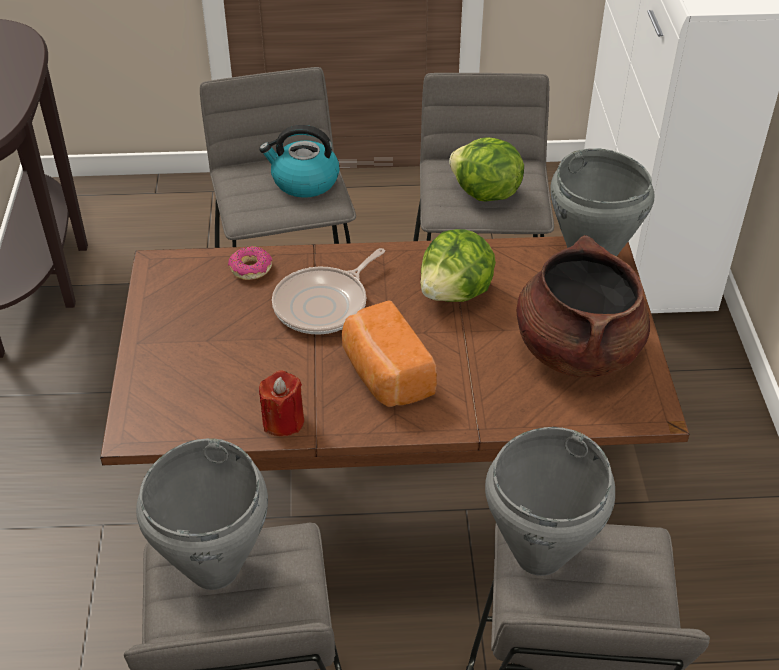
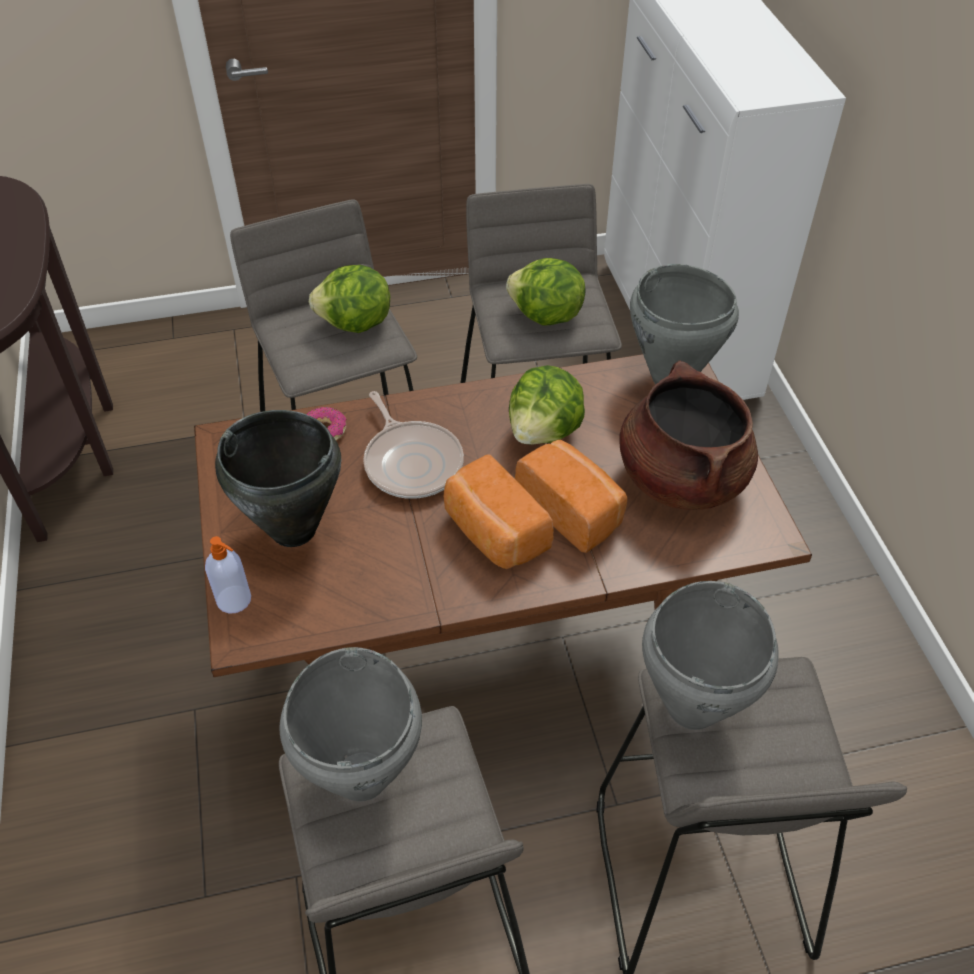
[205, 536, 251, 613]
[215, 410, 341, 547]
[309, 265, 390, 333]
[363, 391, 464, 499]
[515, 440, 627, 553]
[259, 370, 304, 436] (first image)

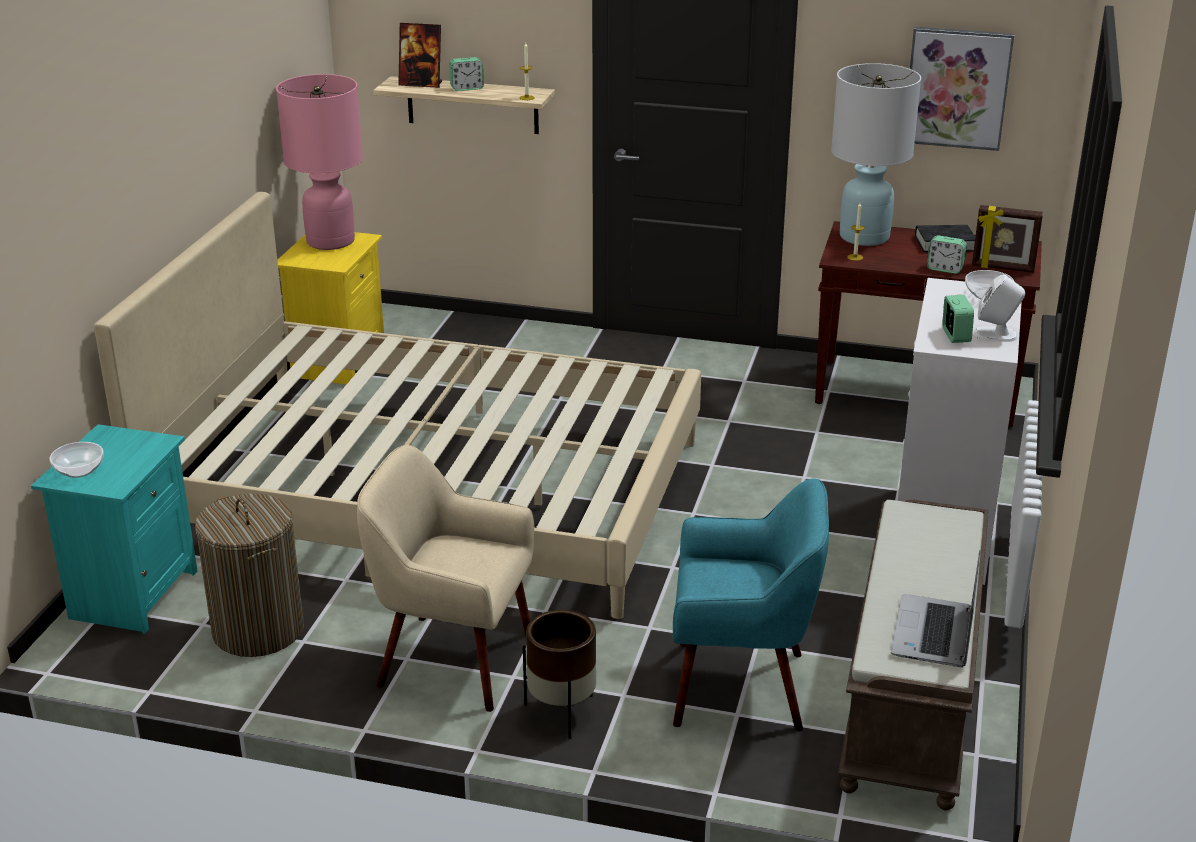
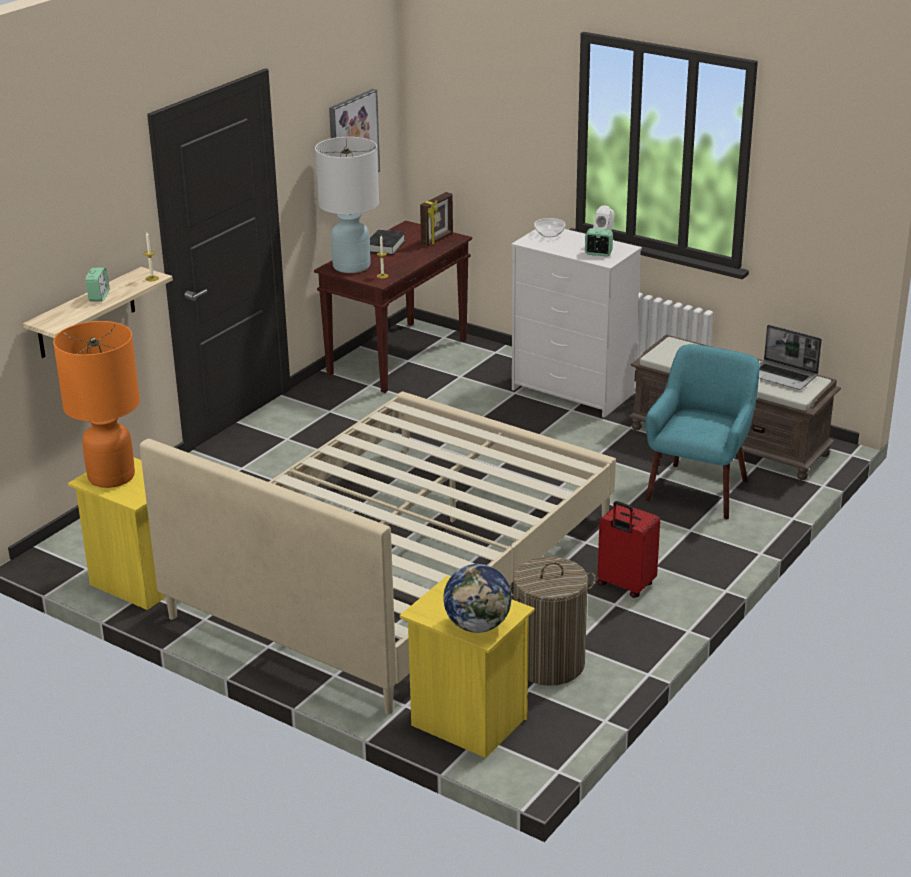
[53, 321, 140, 488]
[400, 575, 535, 758]
[444, 564, 512, 633]
[597, 501, 660, 598]
[398, 23, 442, 88] (first image)
[523, 610, 596, 739] (first image)
[927, 235, 967, 274] (first image)

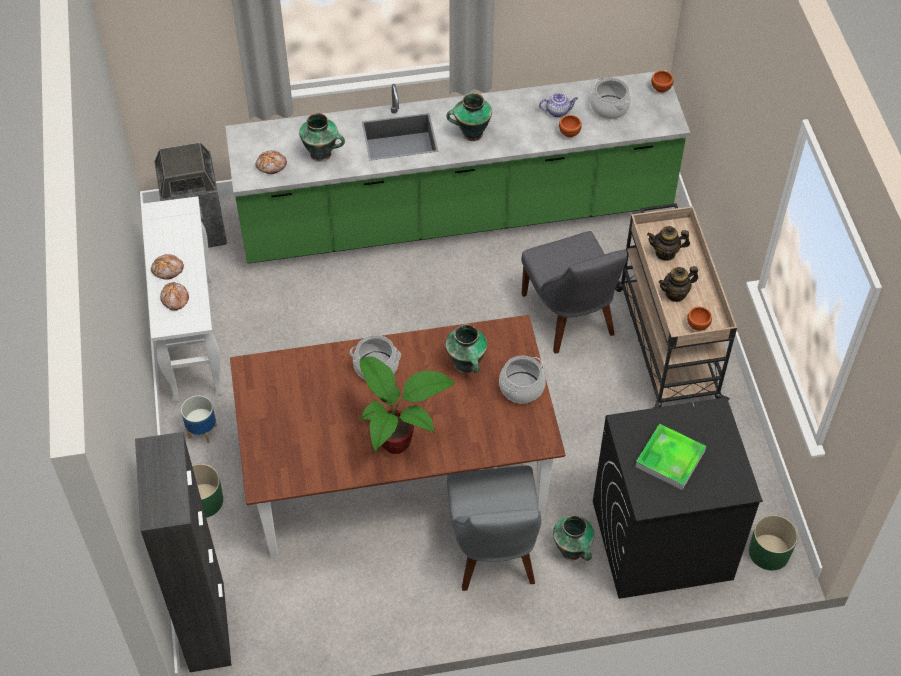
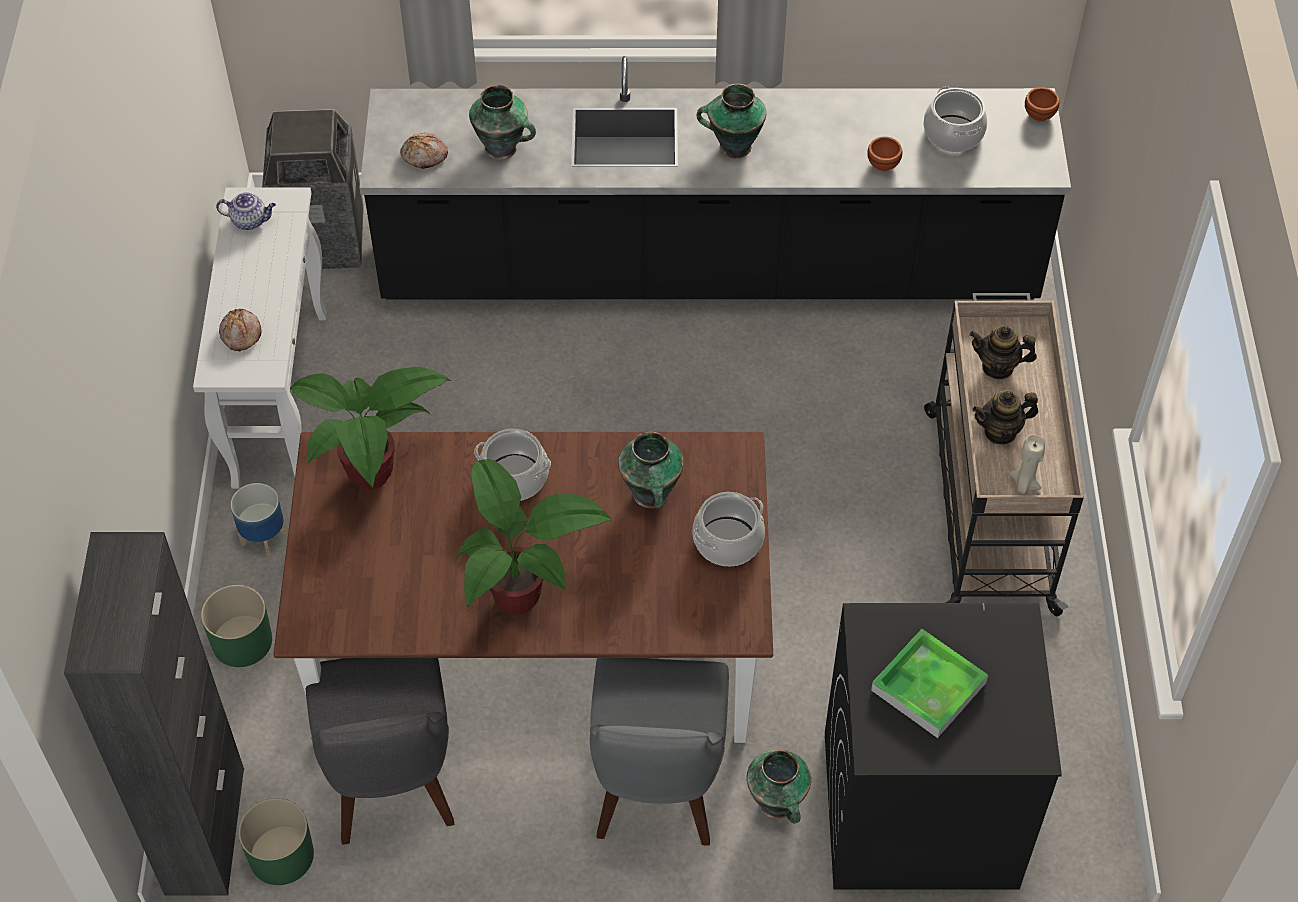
[216, 192, 276, 230]
[238, 798, 314, 885]
[290, 367, 451, 490]
[305, 658, 454, 845]
[360, 56, 1071, 299]
[1010, 434, 1045, 494]
[151, 254, 184, 280] (first image)

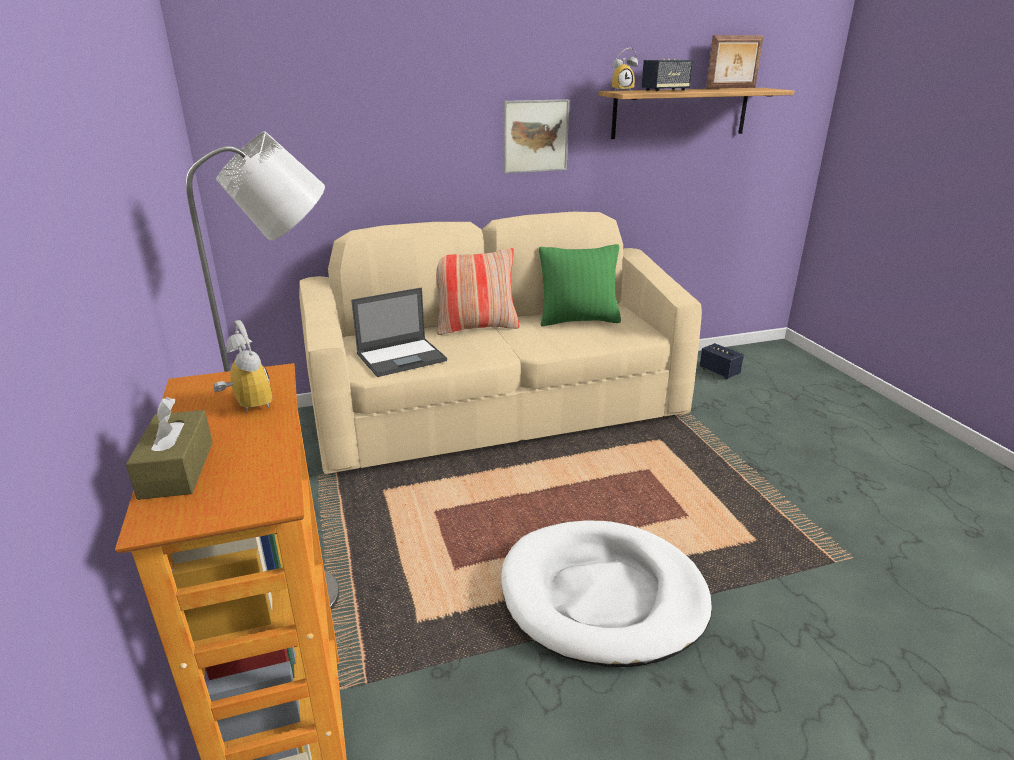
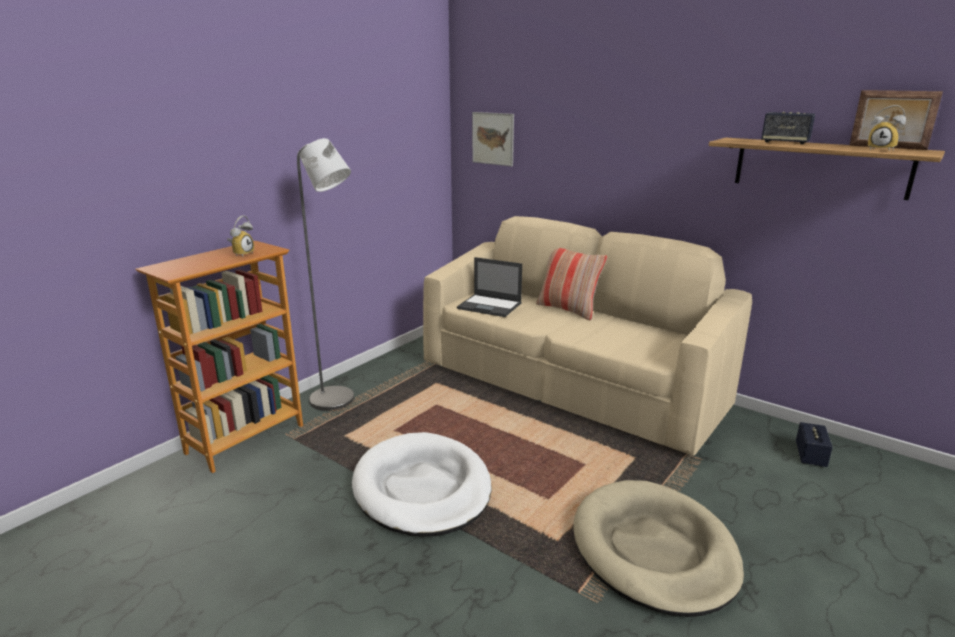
[472, 112, 514, 166]
[573, 480, 744, 617]
[868, 105, 906, 150]
[126, 397, 213, 500] (first image)
[539, 244, 621, 326] (first image)

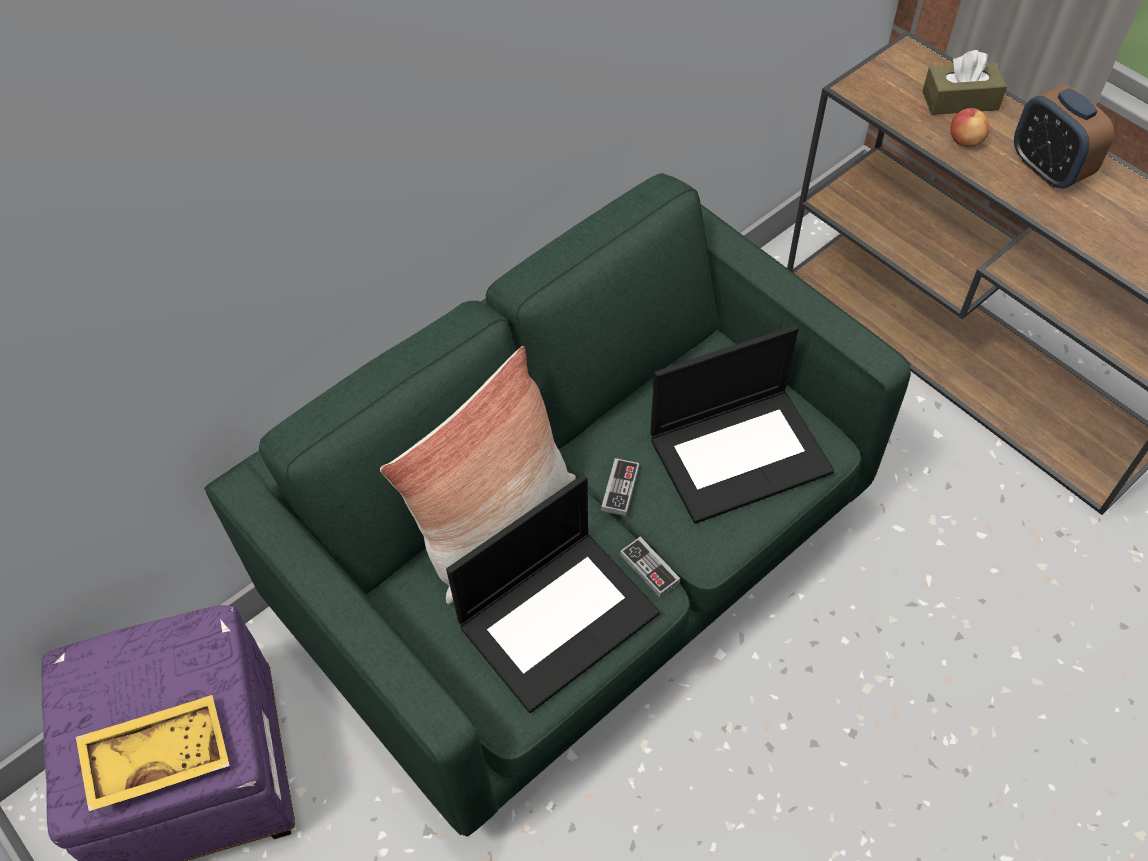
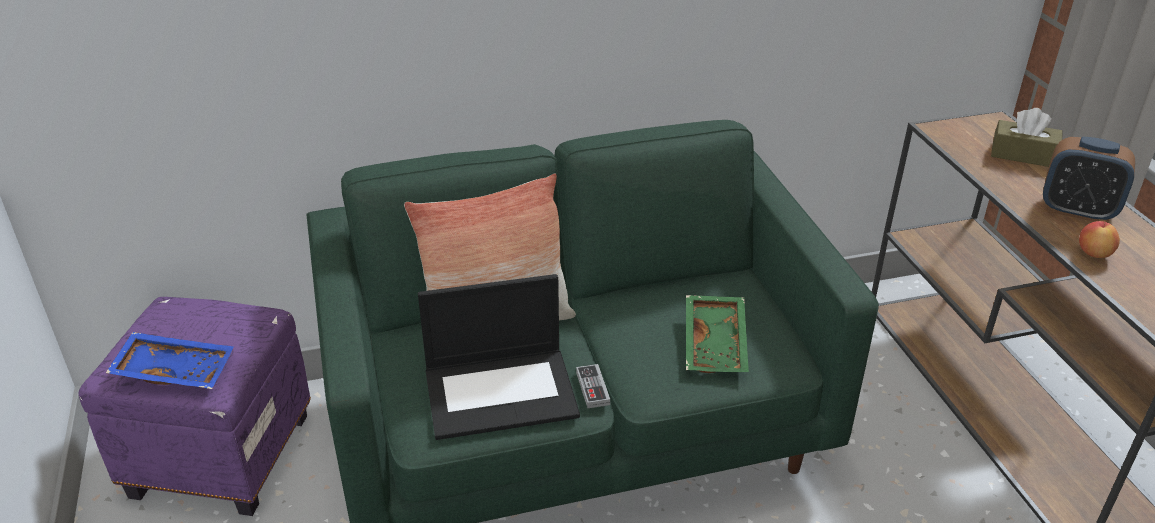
[106, 332, 234, 389]
[686, 295, 749, 373]
[1043, 137, 1135, 222]
[1079, 221, 1120, 258]
[601, 458, 639, 516] (first image)

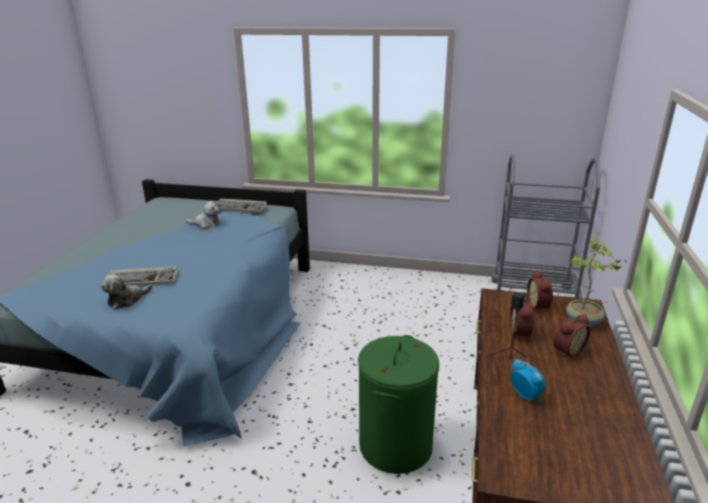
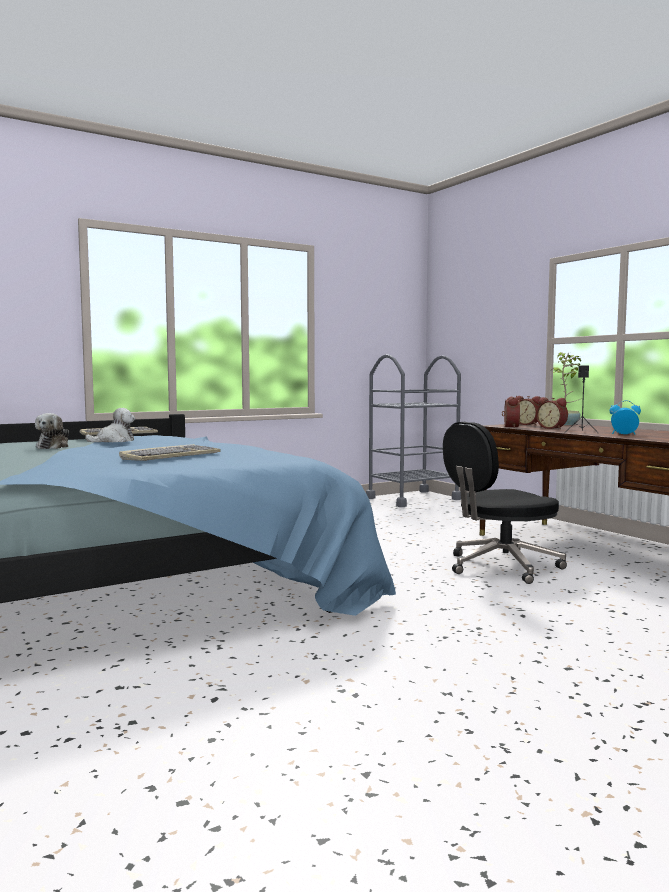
[35, 413, 69, 449]
[443, 422, 567, 584]
[502, 397, 520, 428]

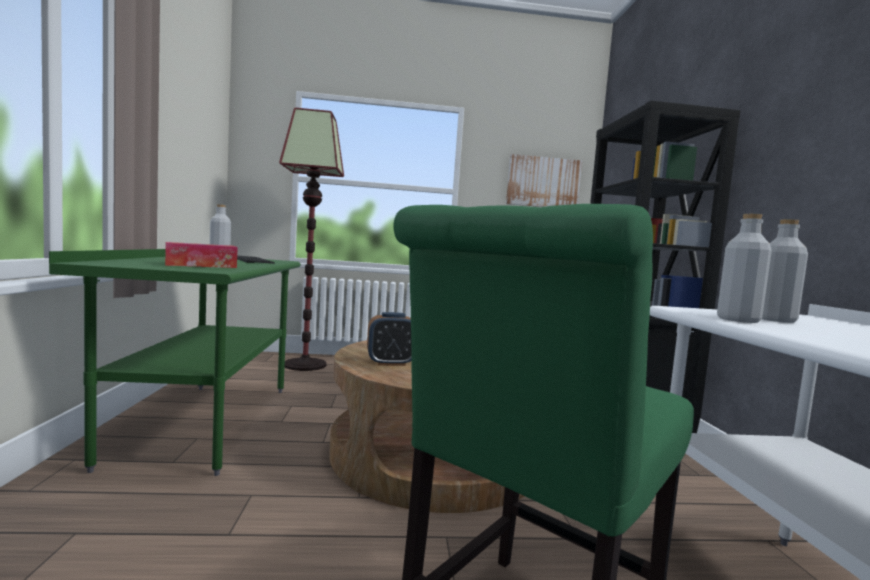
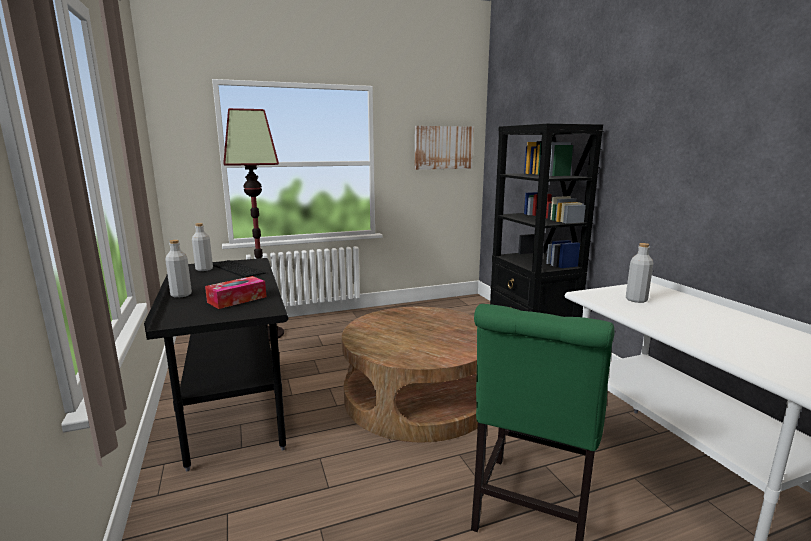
[144, 258, 288, 471]
[165, 240, 192, 298]
[367, 312, 411, 366] (first image)

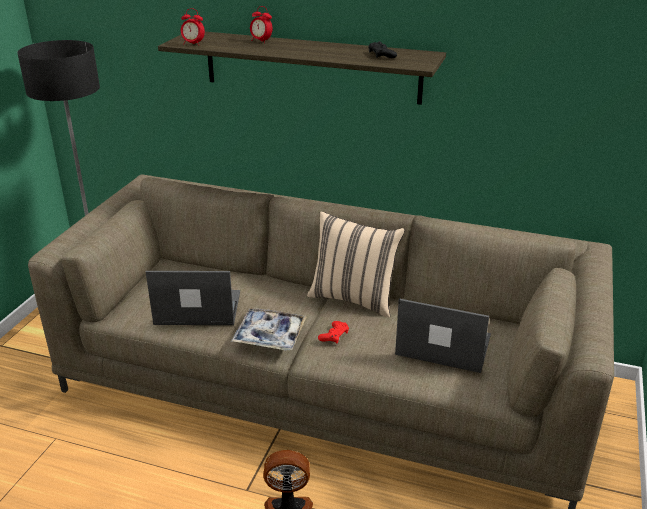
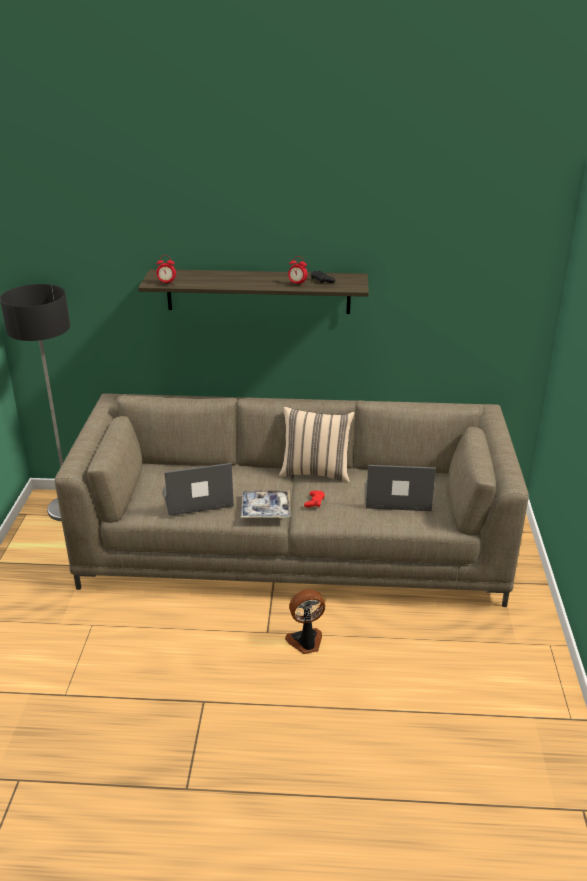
[288, 256, 308, 286]

